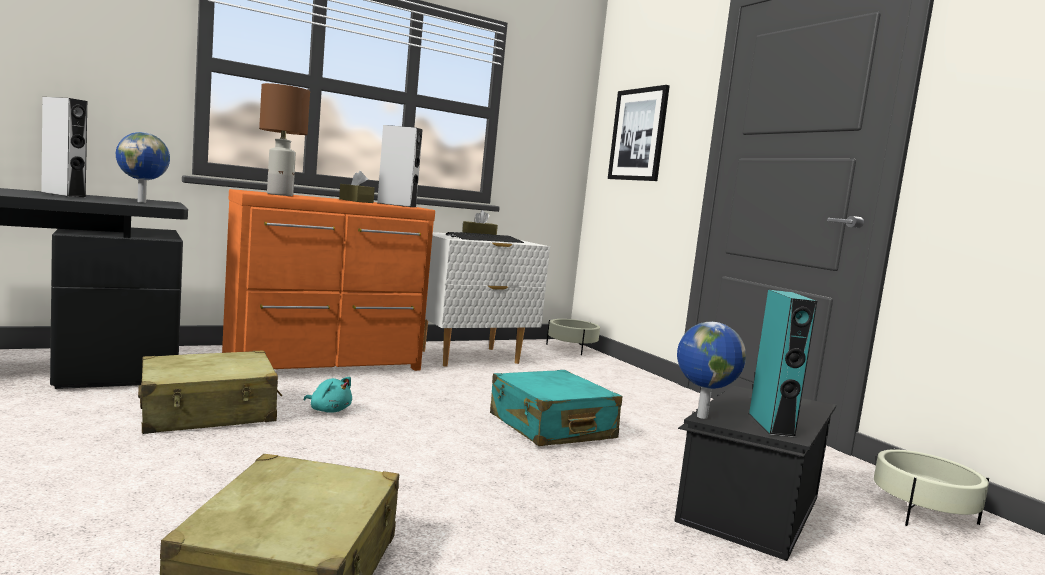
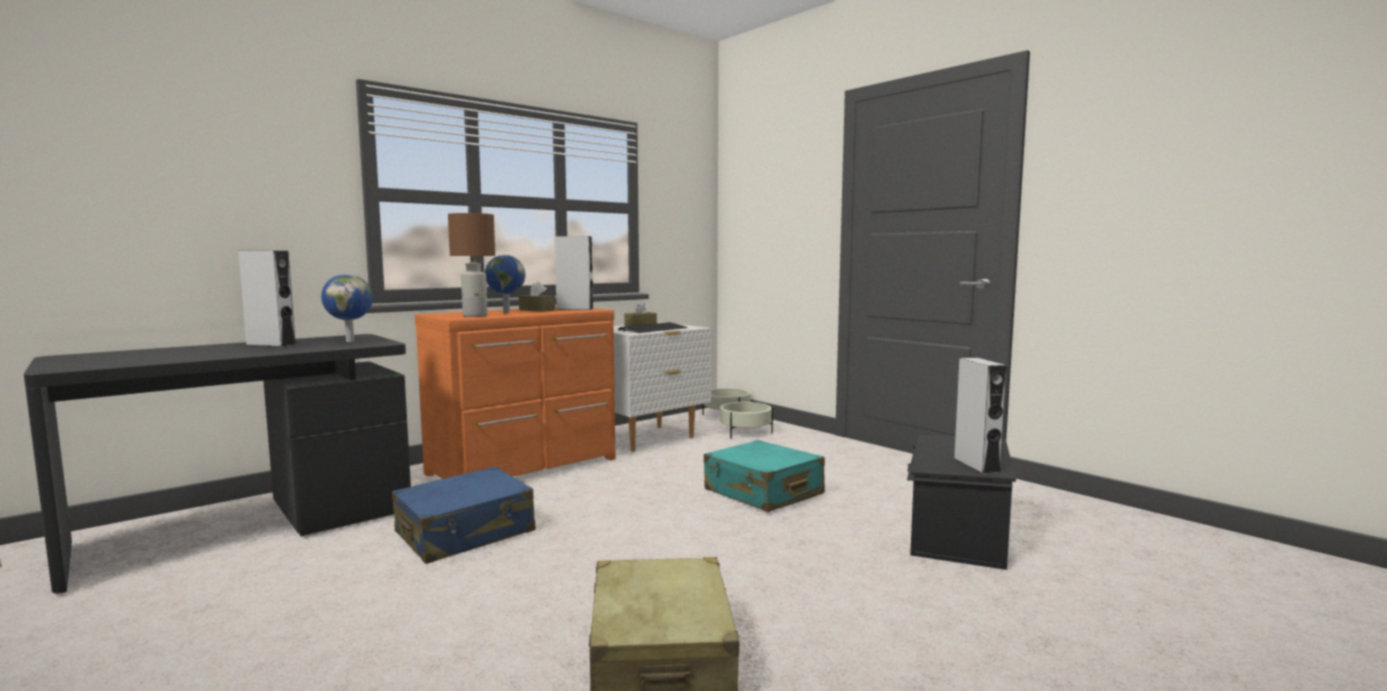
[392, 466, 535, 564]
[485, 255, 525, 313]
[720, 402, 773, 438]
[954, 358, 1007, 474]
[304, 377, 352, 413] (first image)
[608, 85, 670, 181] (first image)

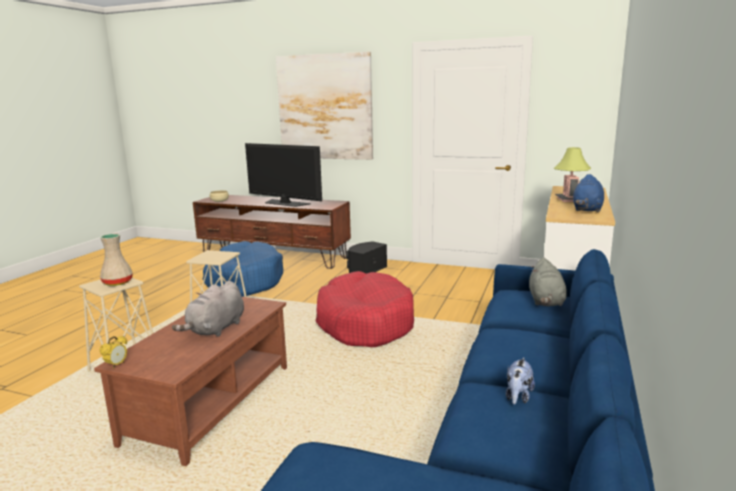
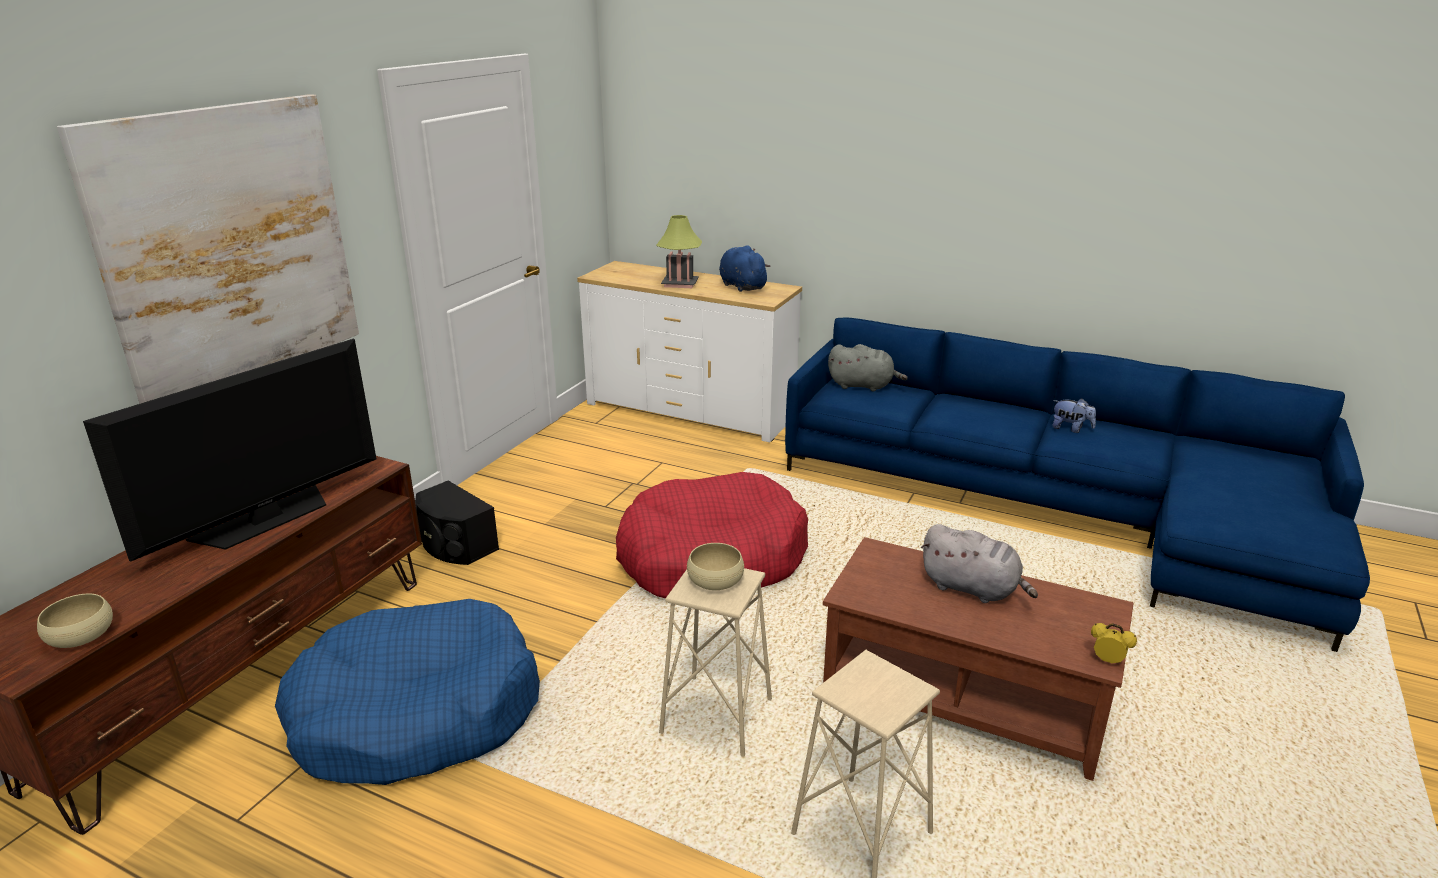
[687, 543, 744, 590]
[719, 245, 771, 292]
[100, 234, 133, 286] (first image)

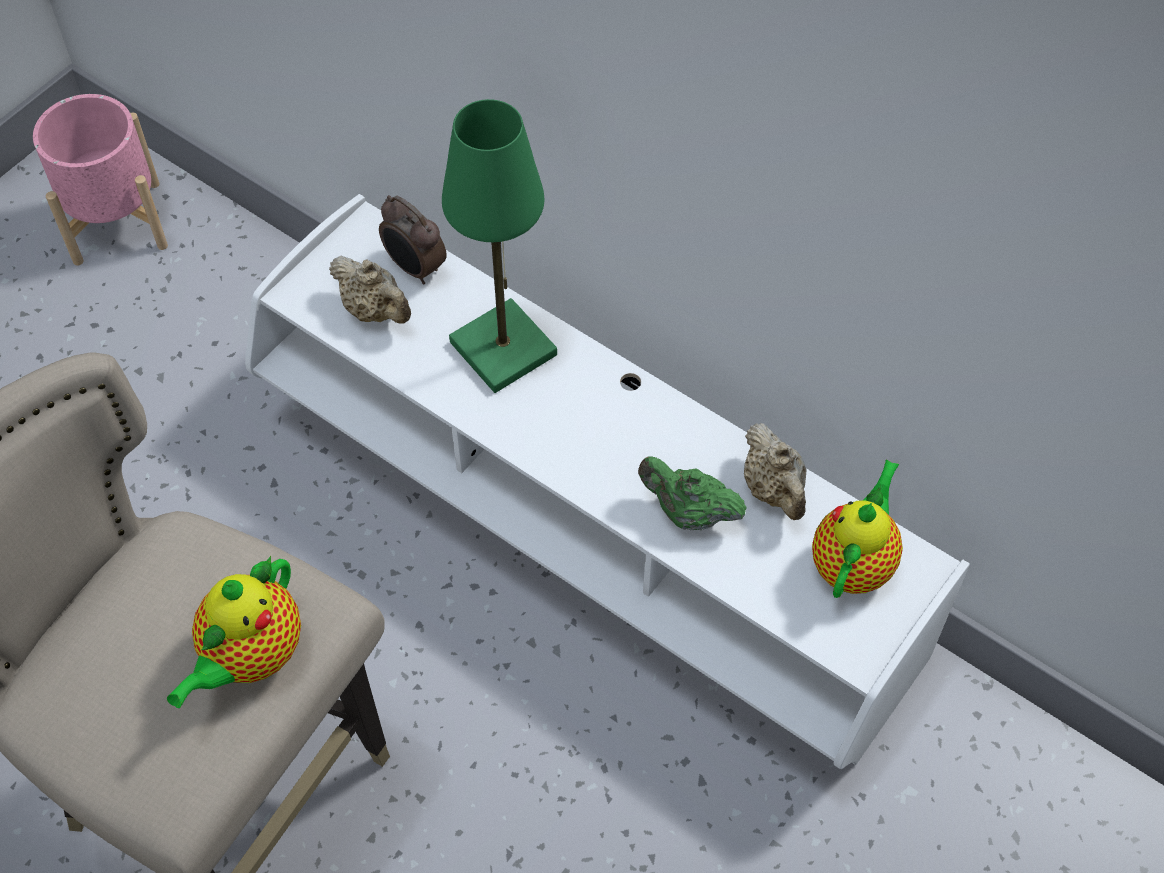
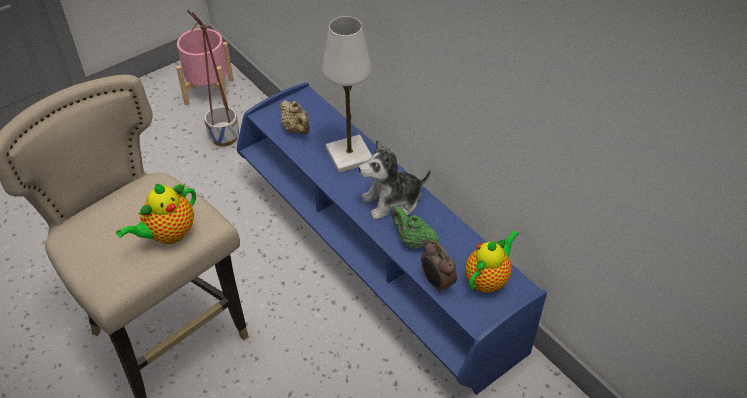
[187, 10, 239, 146]
[237, 82, 547, 395]
[322, 16, 372, 173]
[359, 140, 431, 220]
[421, 240, 457, 293]
[744, 423, 807, 520] (first image)

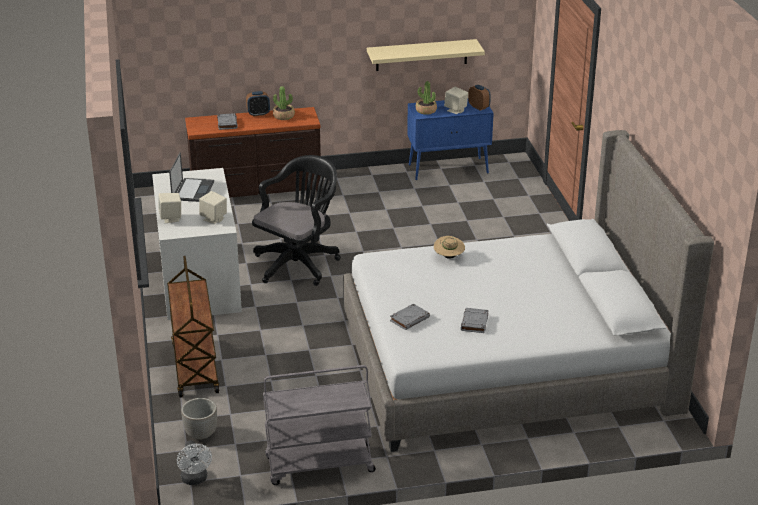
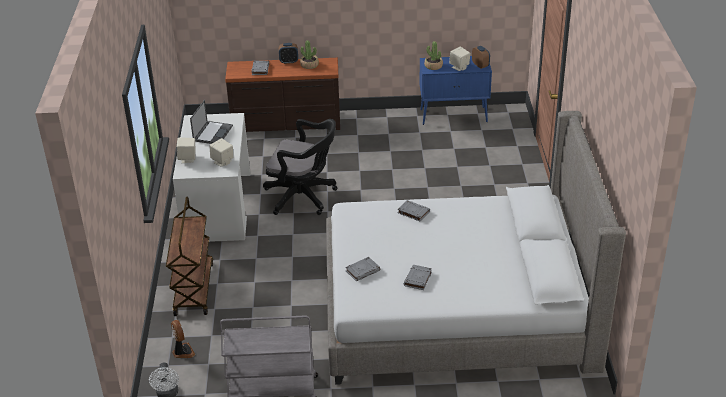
[171, 320, 195, 358]
[263, 119, 337, 215]
[398, 200, 430, 221]
[367, 39, 485, 71] (first image)

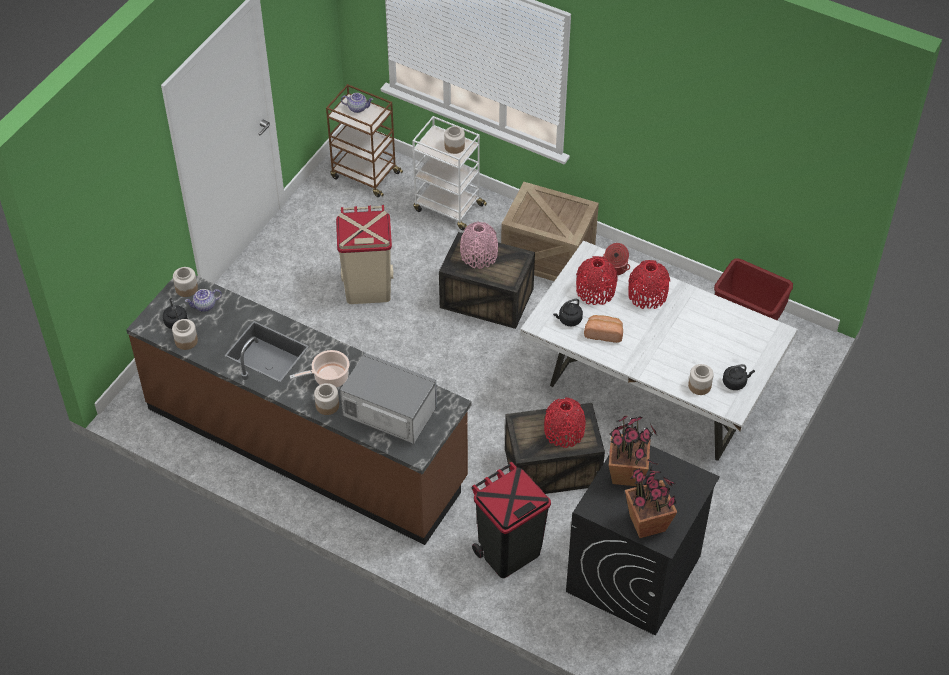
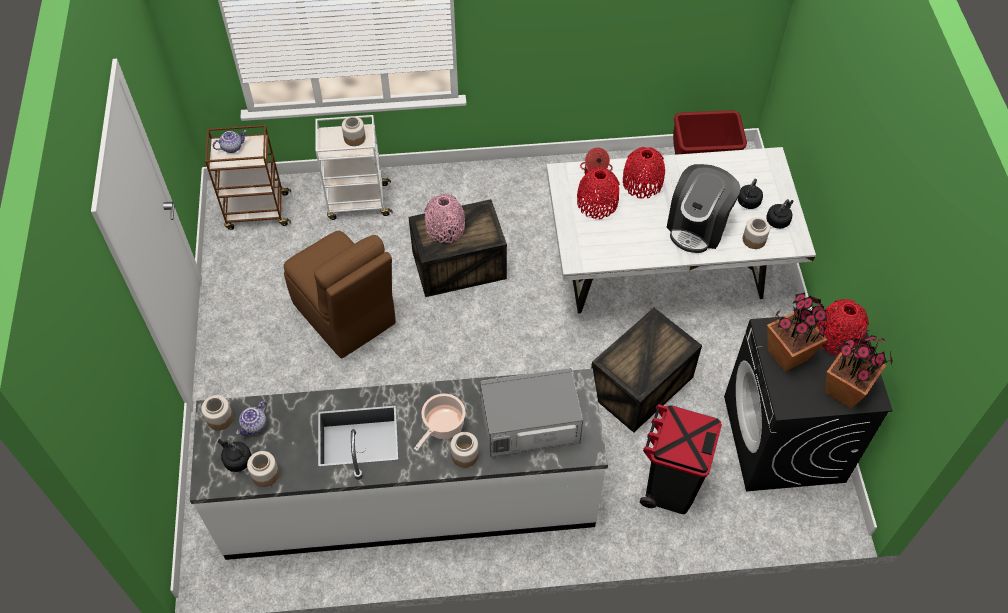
[190, 369, 608, 560]
[284, 231, 396, 358]
[667, 164, 741, 253]
[738, 178, 763, 209]
[817, 299, 869, 356]
[501, 182, 599, 281] (first image)
[584, 315, 623, 343] (first image)

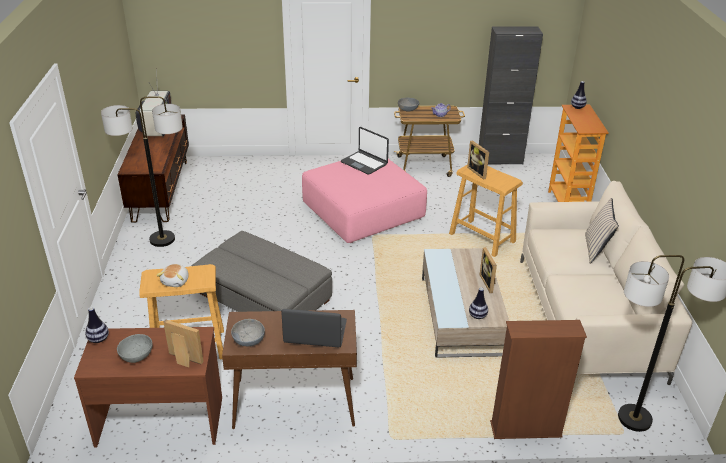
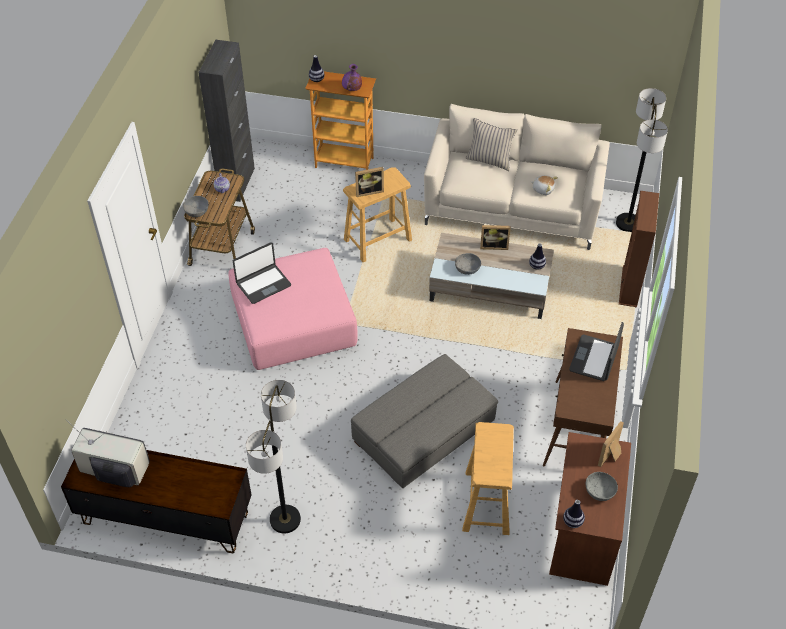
[342, 64, 362, 91]
[455, 253, 481, 275]
[531, 175, 558, 195]

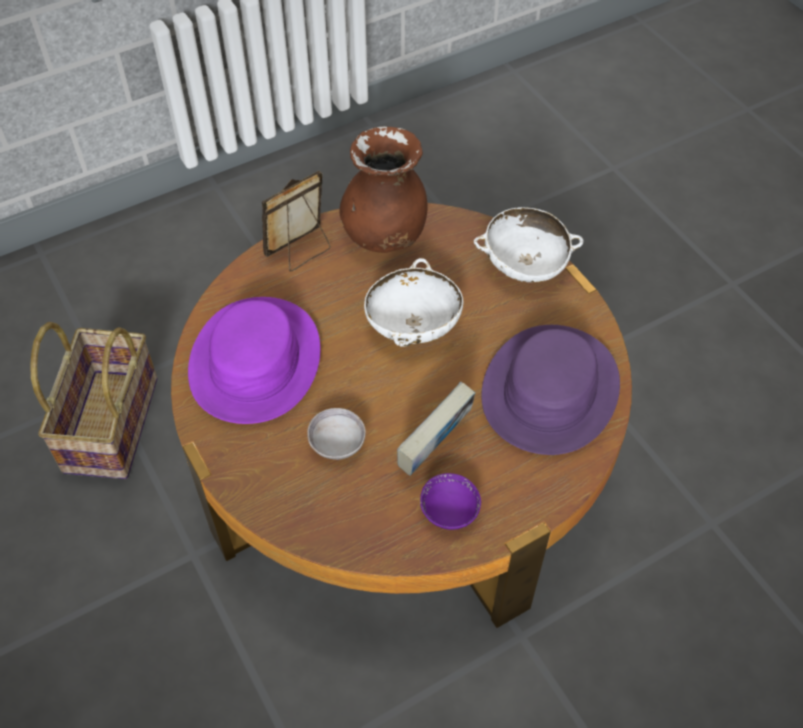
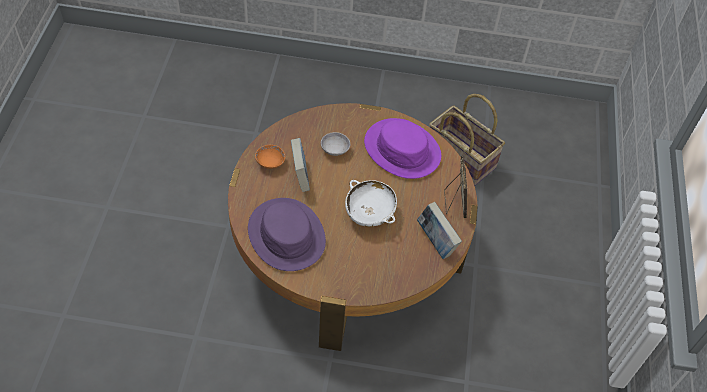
[255, 145, 285, 169]
[417, 202, 462, 259]
[474, 207, 583, 282] (first image)

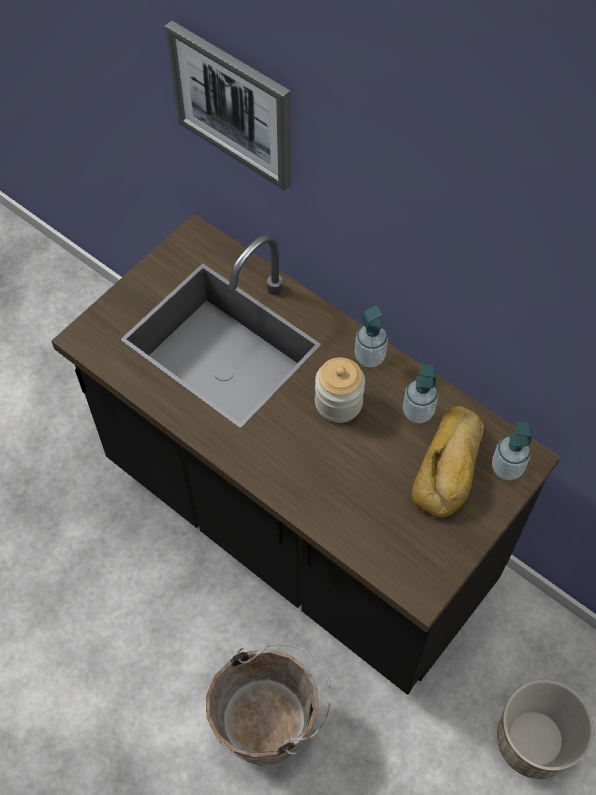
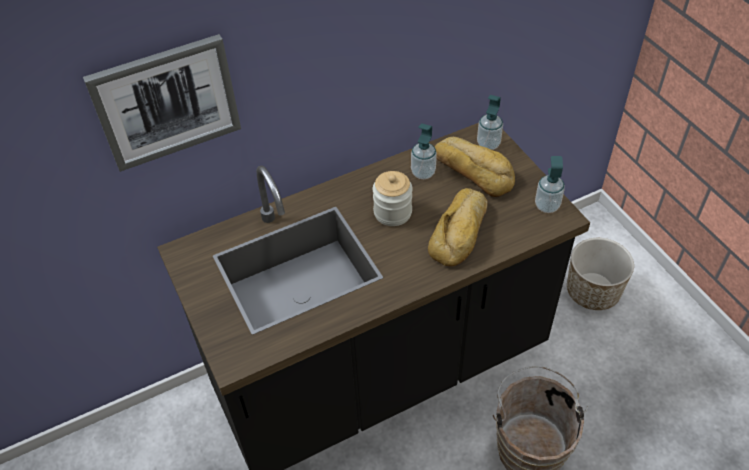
[428, 188, 488, 266]
[535, 156, 565, 213]

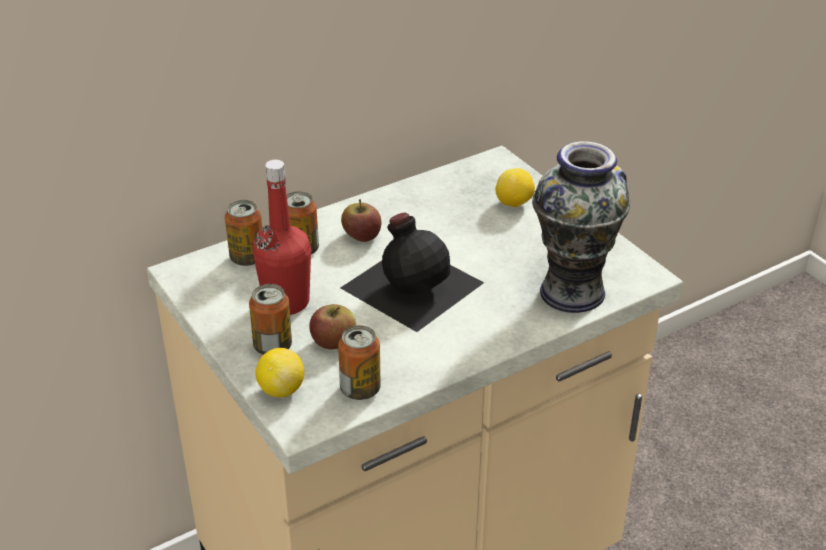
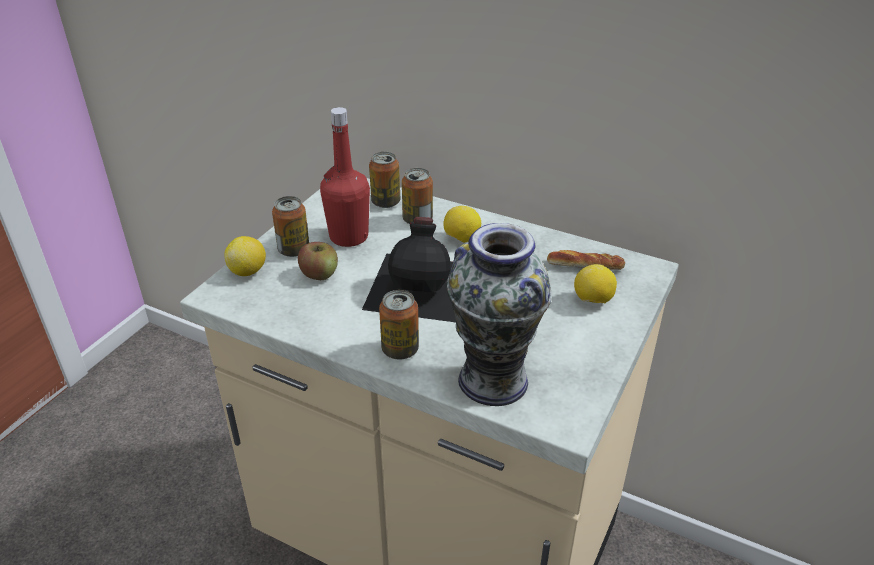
[379, 290, 419, 359]
[443, 206, 481, 243]
[547, 250, 625, 270]

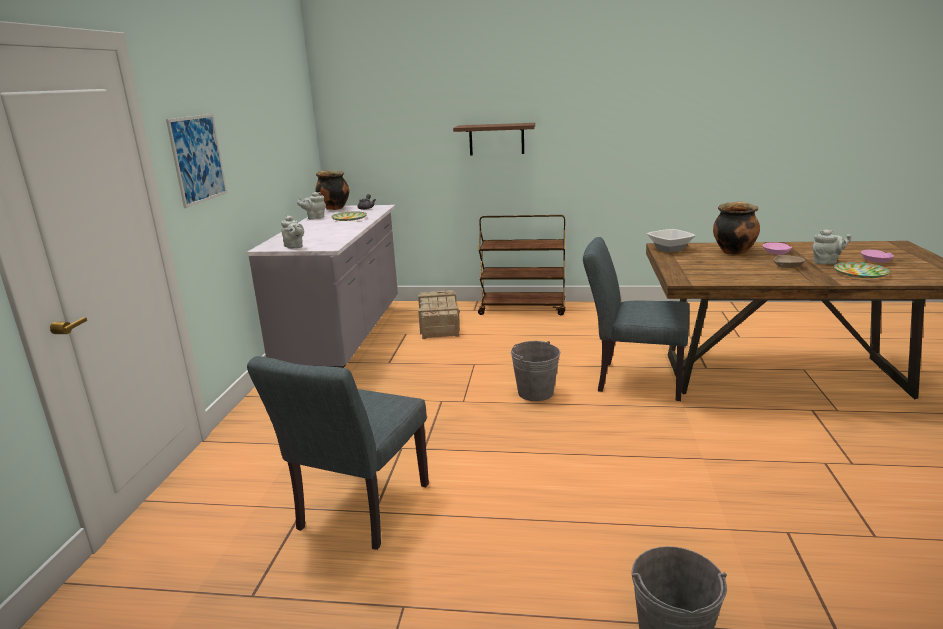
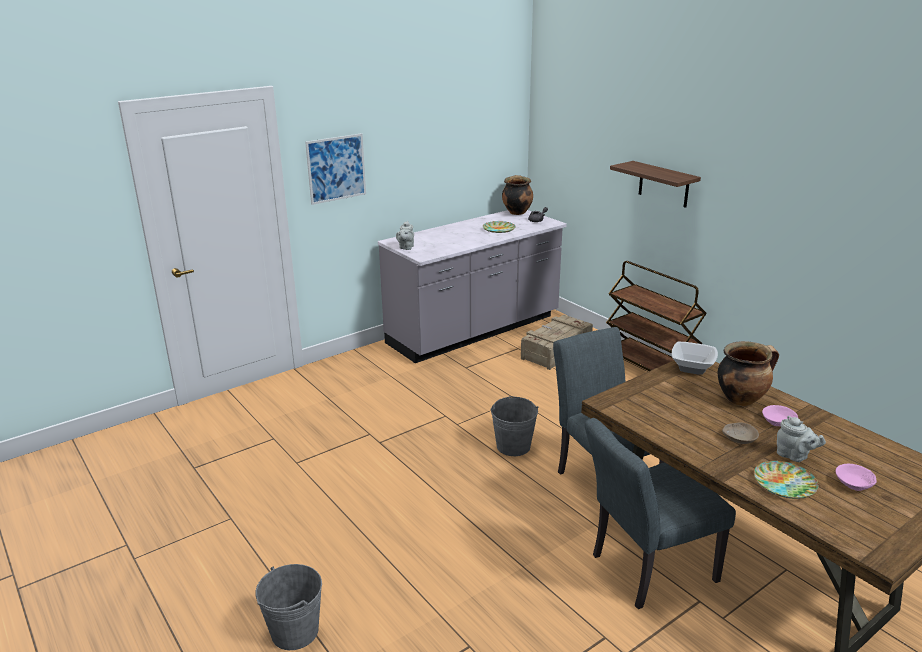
[585, 418, 736, 609]
[297, 192, 326, 219] (first image)

